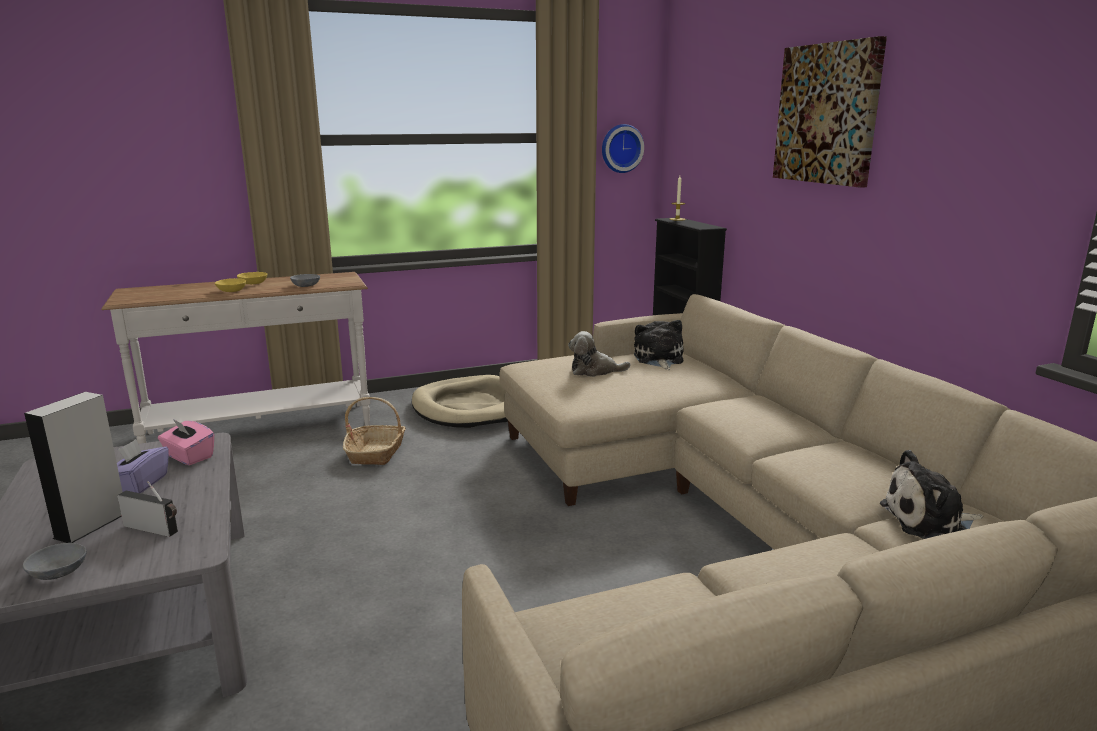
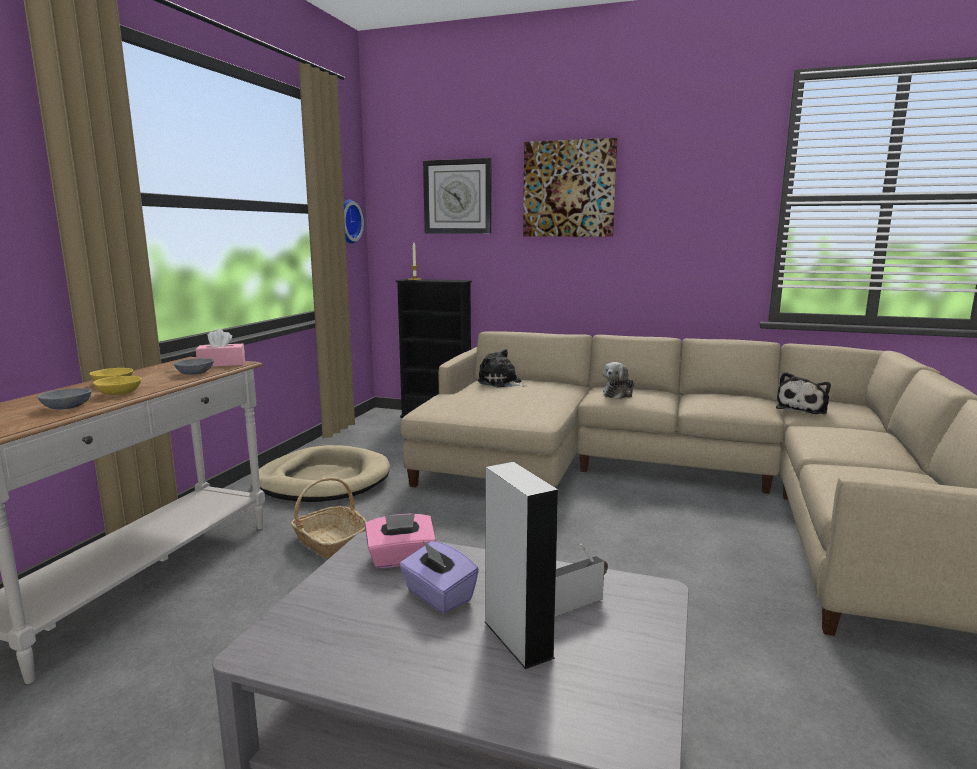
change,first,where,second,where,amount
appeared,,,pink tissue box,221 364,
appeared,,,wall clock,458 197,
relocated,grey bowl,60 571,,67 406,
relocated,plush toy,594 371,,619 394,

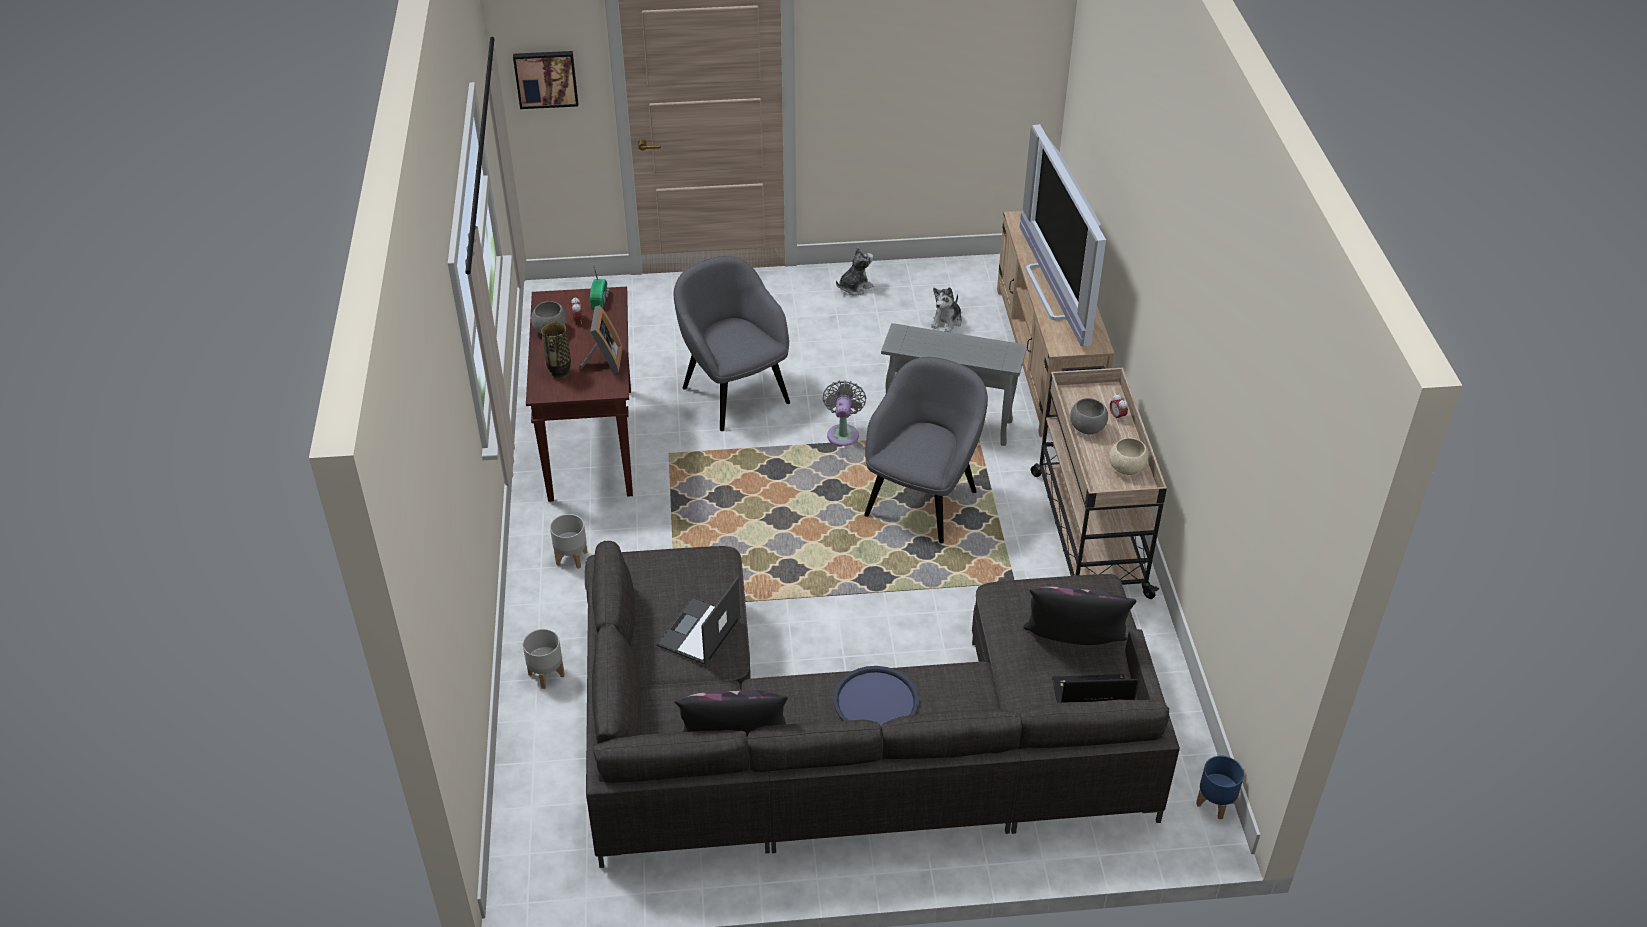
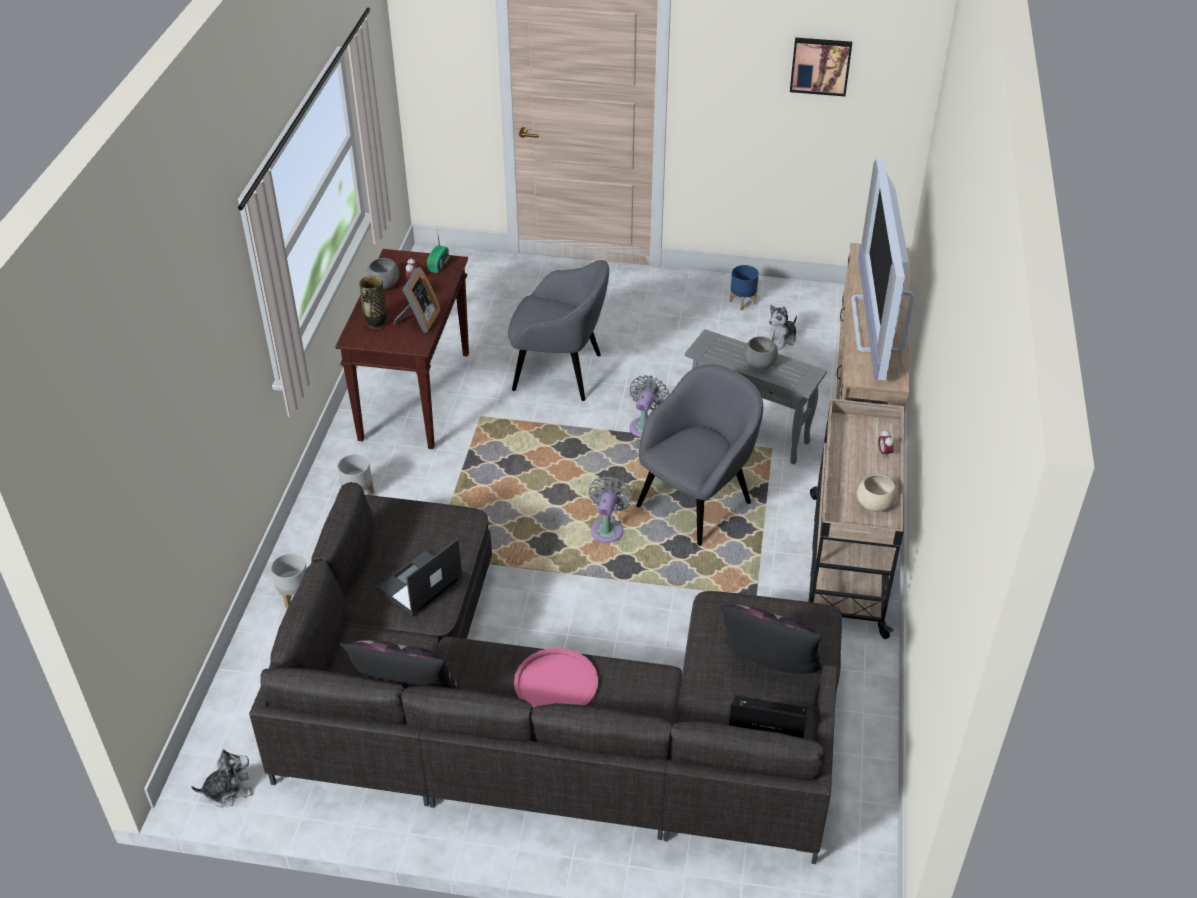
change,first,where,second,where,amount
appeared,,,grey fan,608 528,
relocated,picture,546 78,,820 65,
relocated,plush toy,854 287,,228 790,
relocated,grey bowl,1087 429,,759 364,
relocated,blue planter,1215 803,,742 302,
colour,blue tray,875 701,pink tray,556 683,
spun,grey armchair,734 393,,560 372,120 degrees clockwise

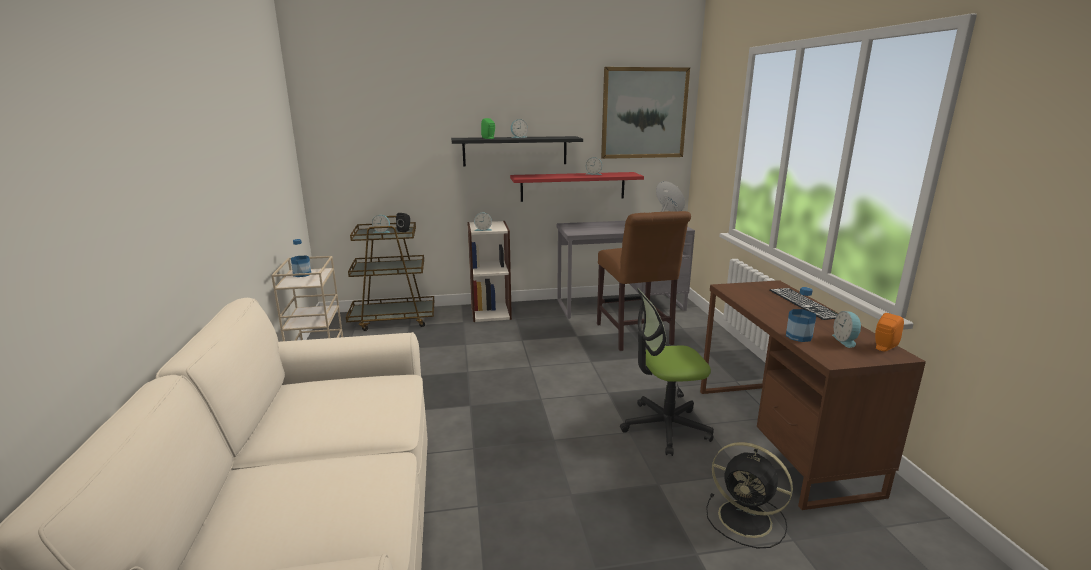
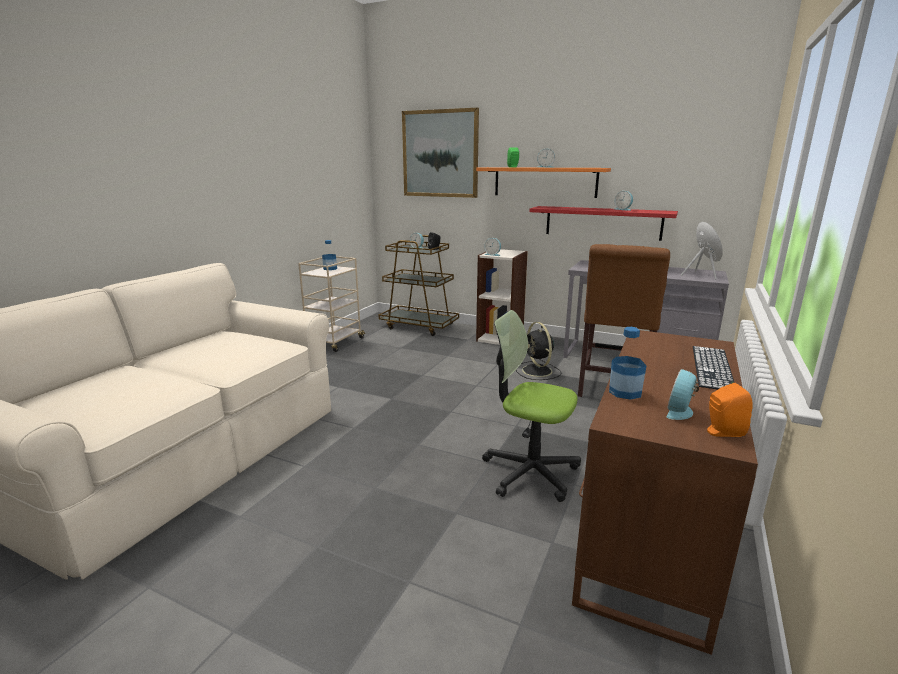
change,first,where,second,where,amount
relocated,picture,644 113,,440 154,
relocated,black fan,747 519,,537 371,
colour,black shelf,515 151,orange shelf,545 182,

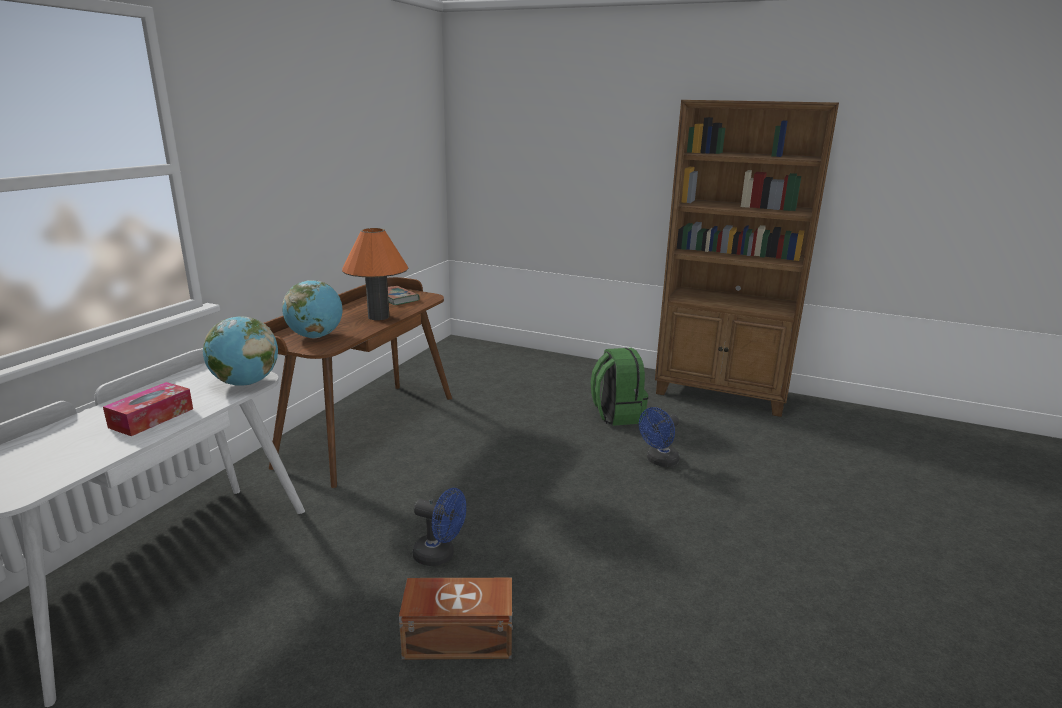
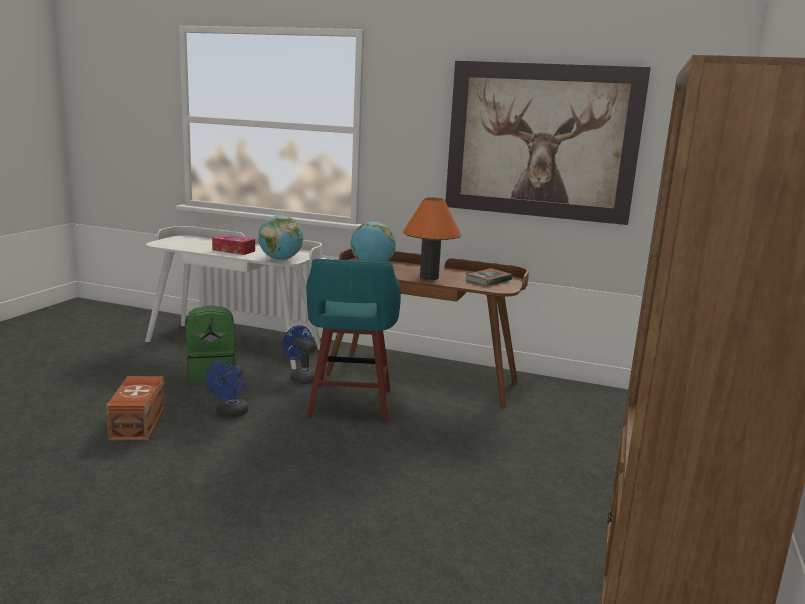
change,first,where,second,where,amount
appeared,,,turquoise stool,350 404,
appeared,,,picture,541 141,
relocated,green backpack,616 415,,212 373,
relocated,blue fan,659 461,,301 377,

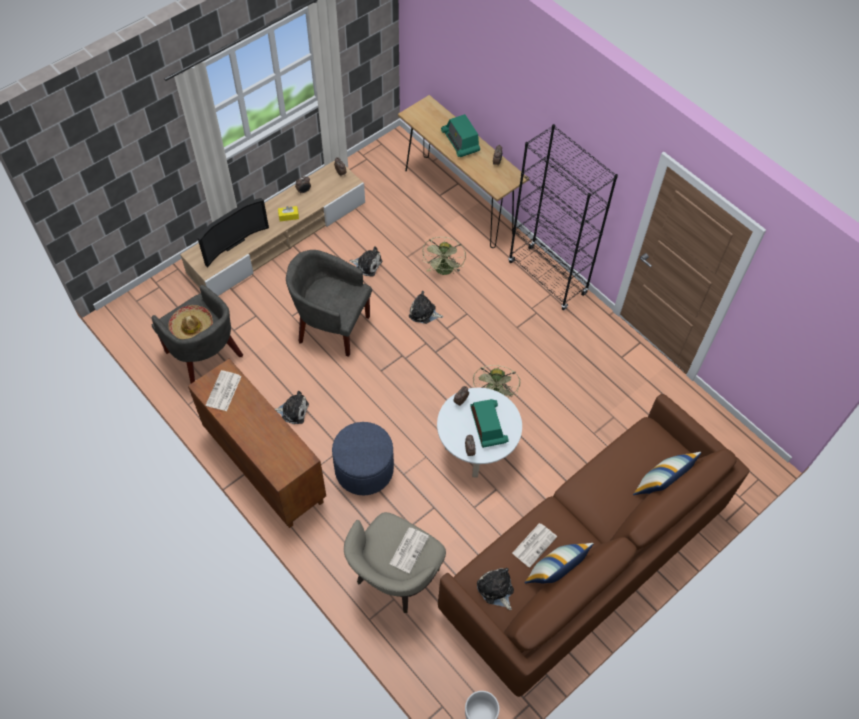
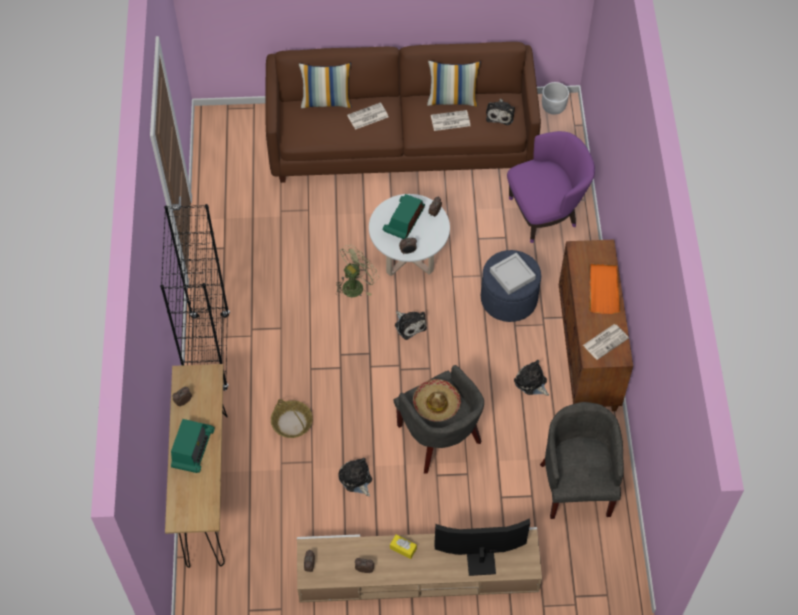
change,first,where,second,where,amount
appeared,,,grey tray,512 275,
appeared,,,orange tray,603 289,
relocated,hat,192 327,,436 404,
relocated,newspaper,409 549,,367 117,
relocated,plush toy,424 313,,409 325,
exchanged,green fan,444 271,basket,292 422,
colour,beige armchair,395 577,purple armchair,545 213,

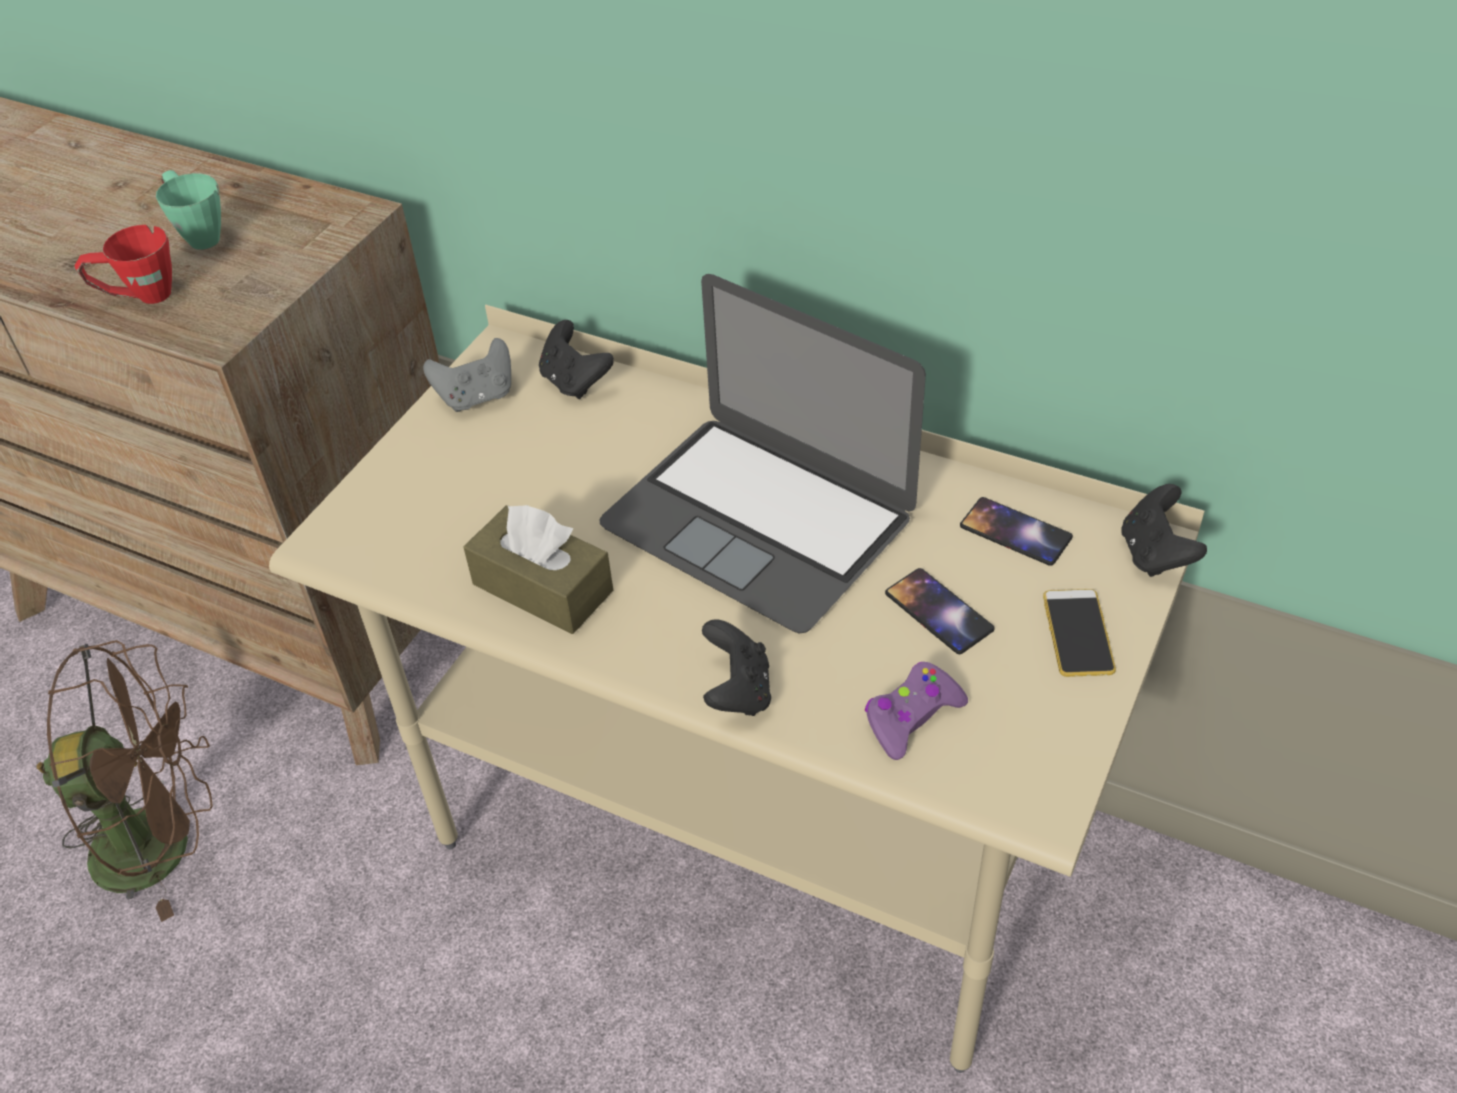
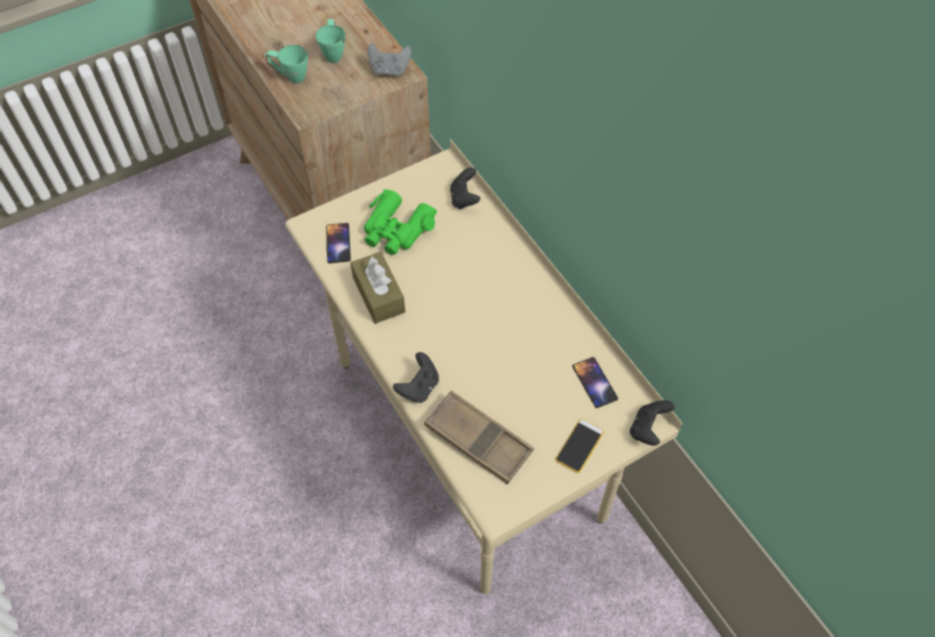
change,first,where,second,where,amount
missing,brown fan,164 843,,,
missing,laptop,757 520,,,
appeared,,,green binoculars,396 230,
relocated,grey game controller,477 397,,389 70,
relocated,phone,938 612,,338 243,
exchanged,purple game controller,911 717,brown tray,478 440,
colour,red mug,140 298,green mug,290 77,

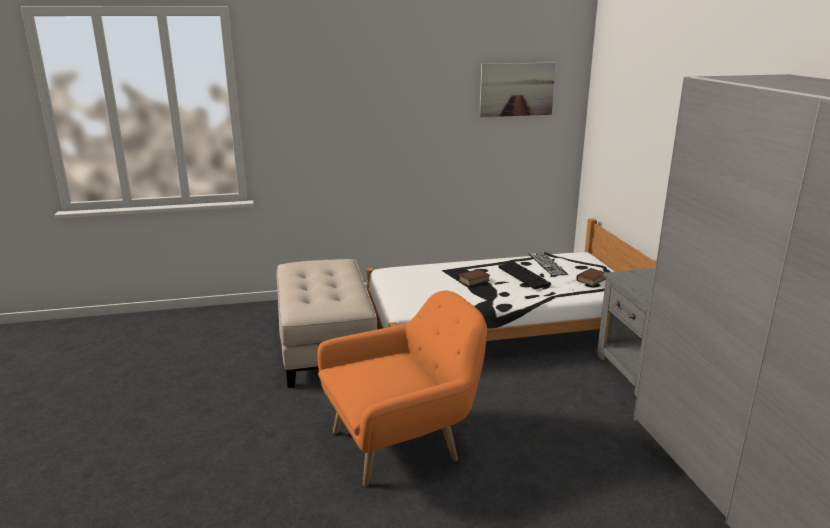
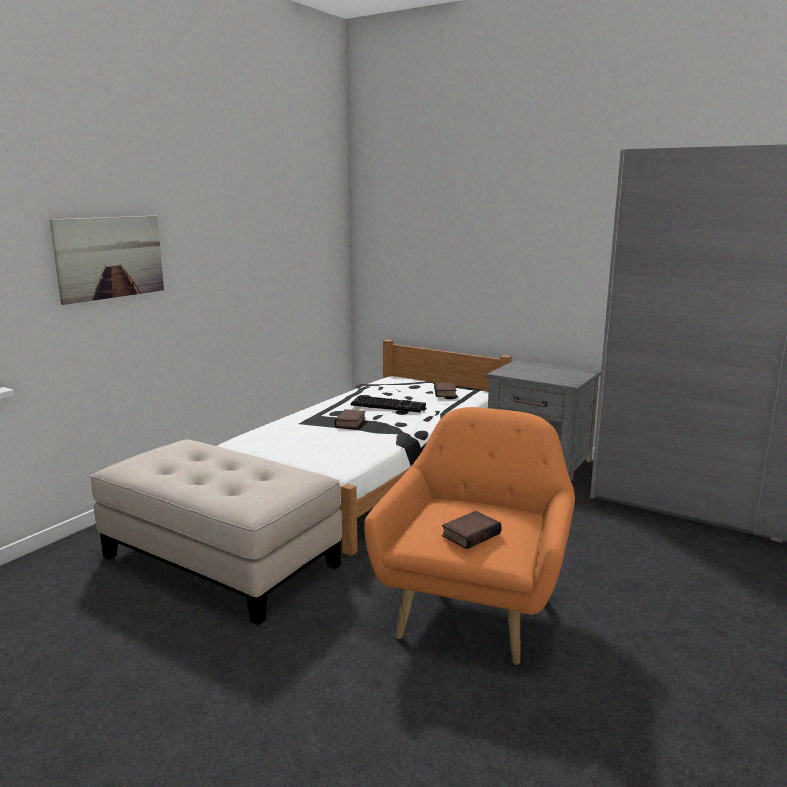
change,first,where,second,where,amount
missing,keyboard,547 264,,,
appeared,,,book,470 534,
relocated,picture,516 89,,110 257,

